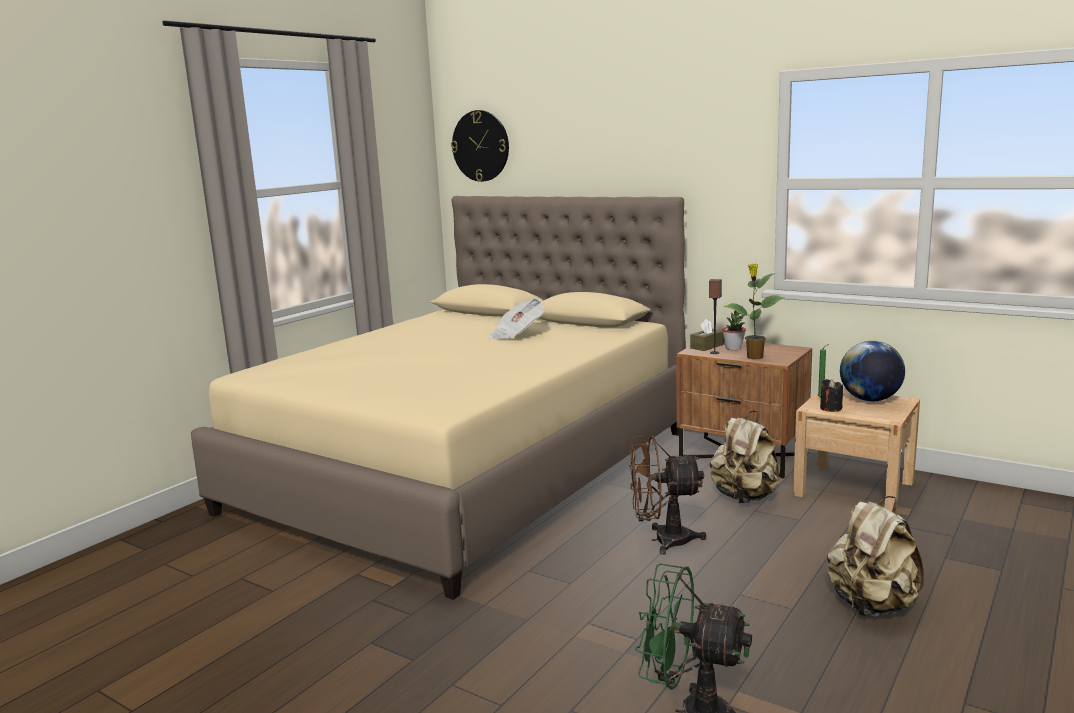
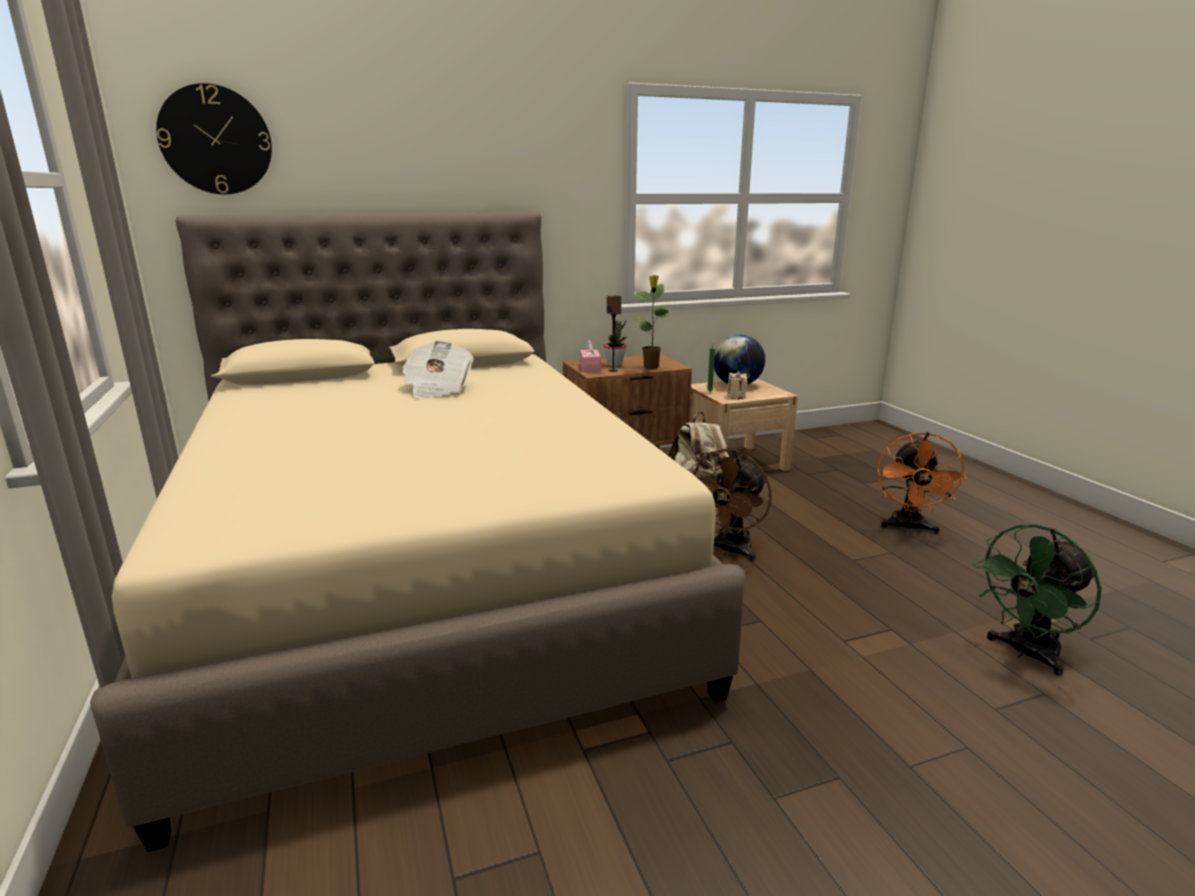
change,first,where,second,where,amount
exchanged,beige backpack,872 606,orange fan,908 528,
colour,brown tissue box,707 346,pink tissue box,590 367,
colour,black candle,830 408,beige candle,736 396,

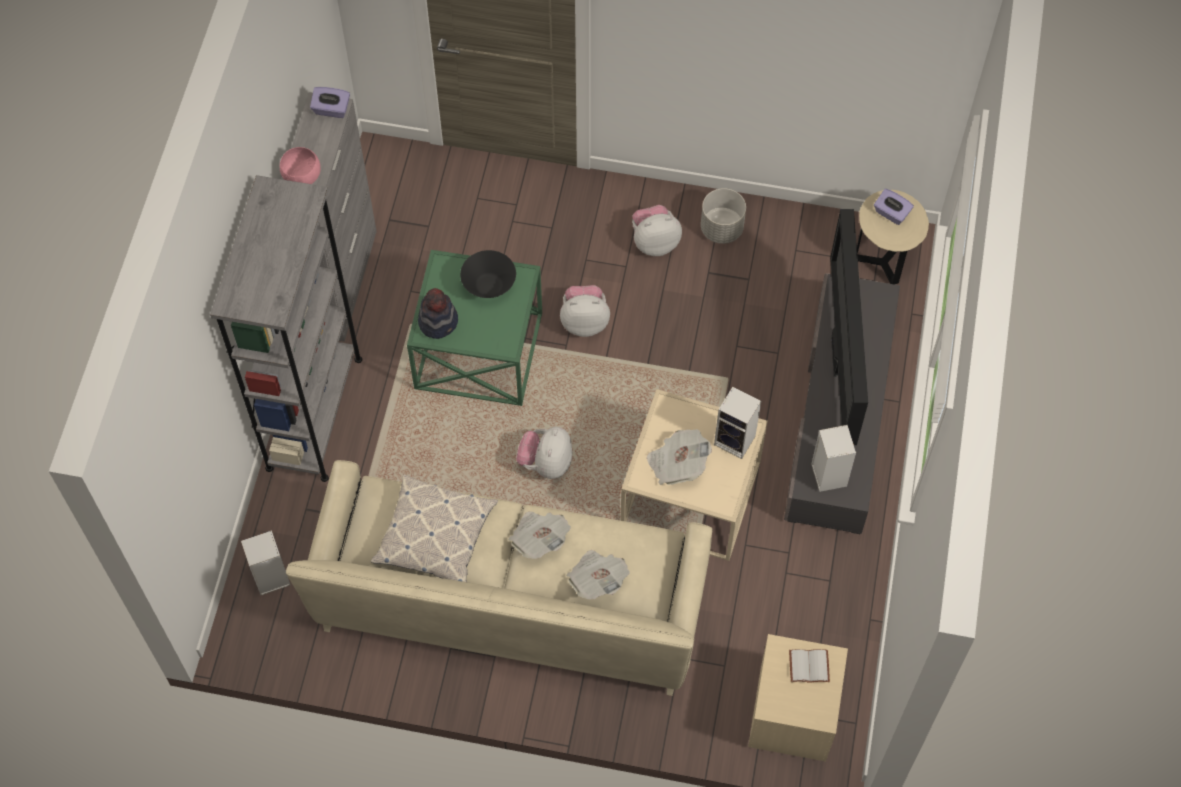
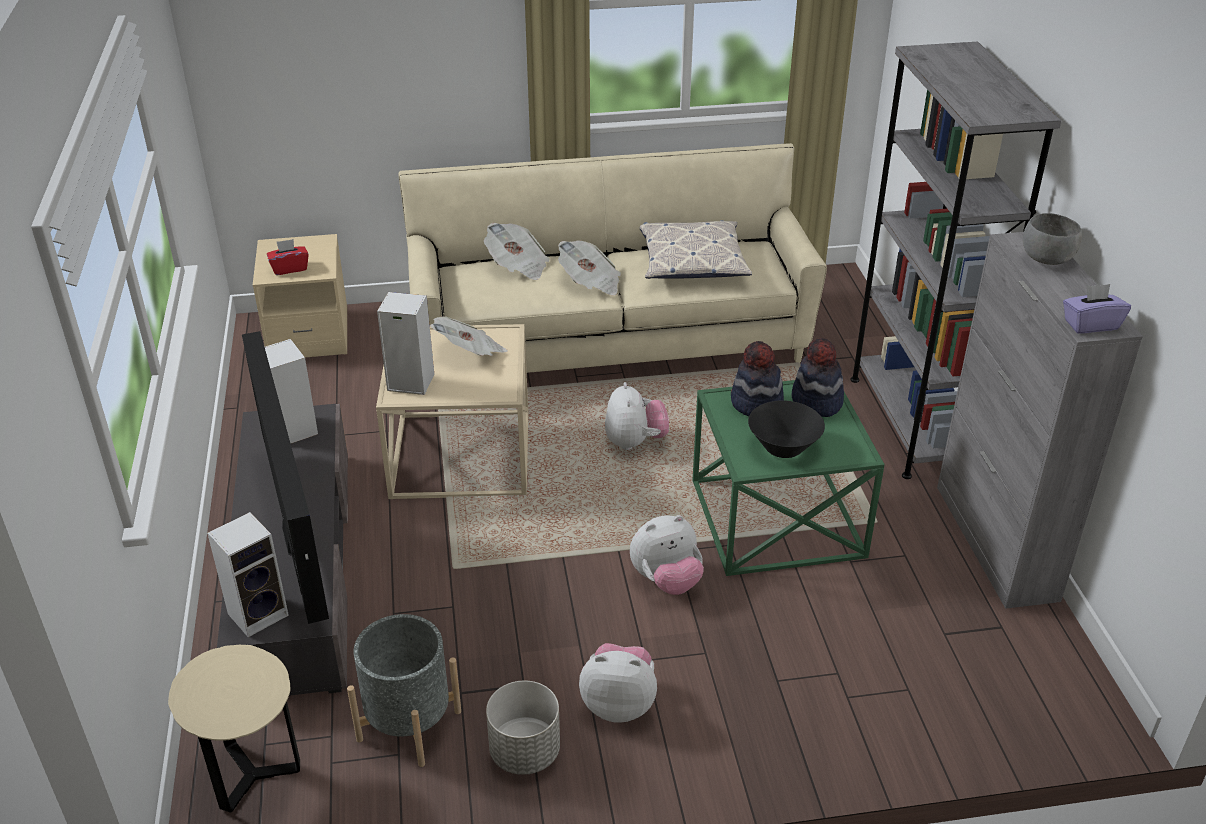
change,first,where,second,where,amount
missing,purple tissue box,891 213,,,
appeared,,,grey planter,409 725,
appeared,,,hat,756 404,
relocated,speaker,270 579,,259 613,
exchanged,white book,809 665,red tissue box,289 268,
colour,pink bowl,302 178,grey bowl,1045 259,
spun,plush toy,654 242,,619 703,135 degrees counterclockwise

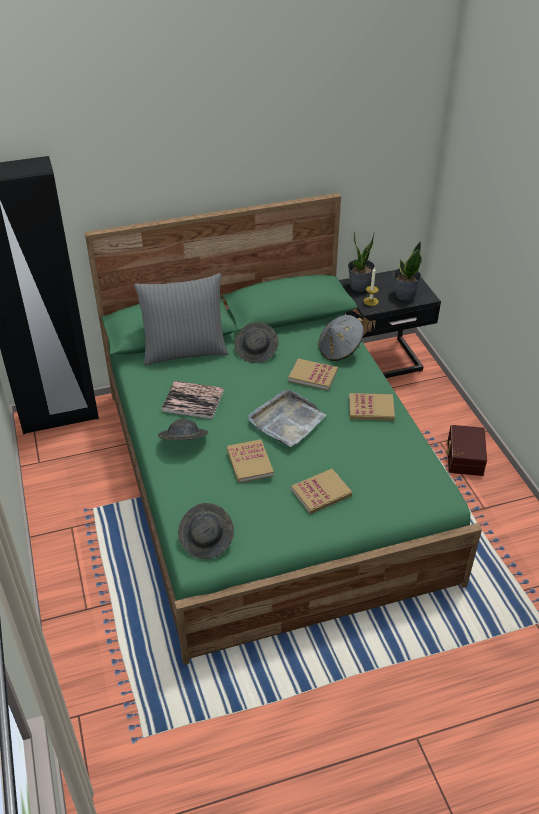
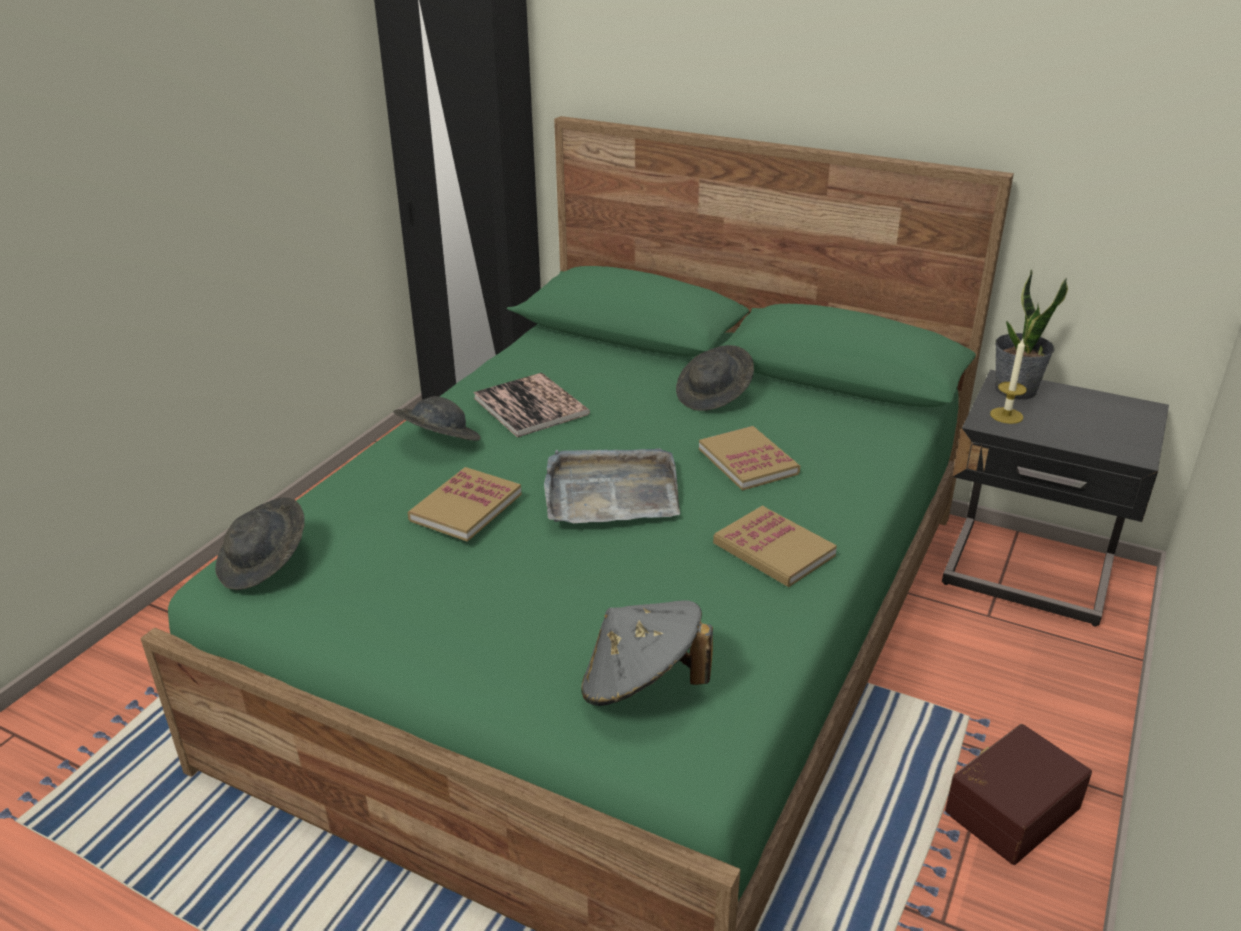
change,first,where,second,where,amount
missing,grey pillow,184 351,,,
missing,book,321 493,,,
missing,potted plant,404 295,,,
relocated,grey hat,340 350,,642 686,

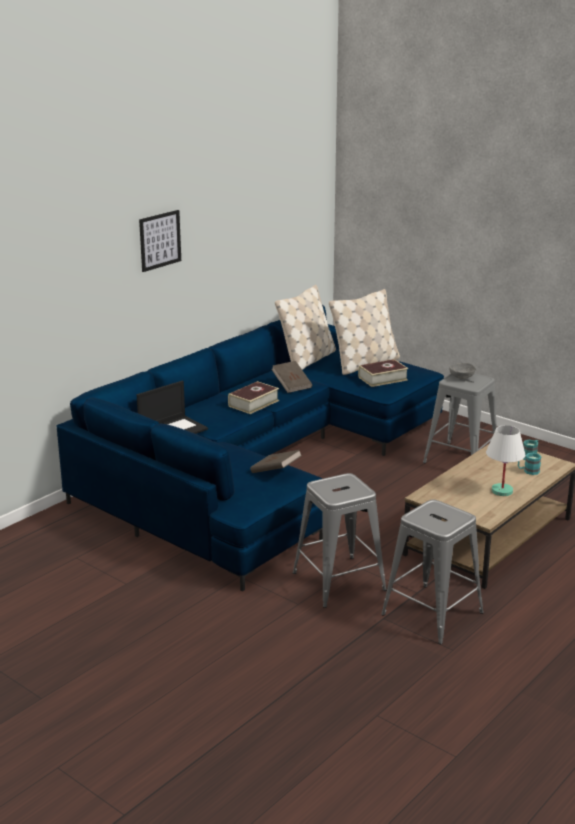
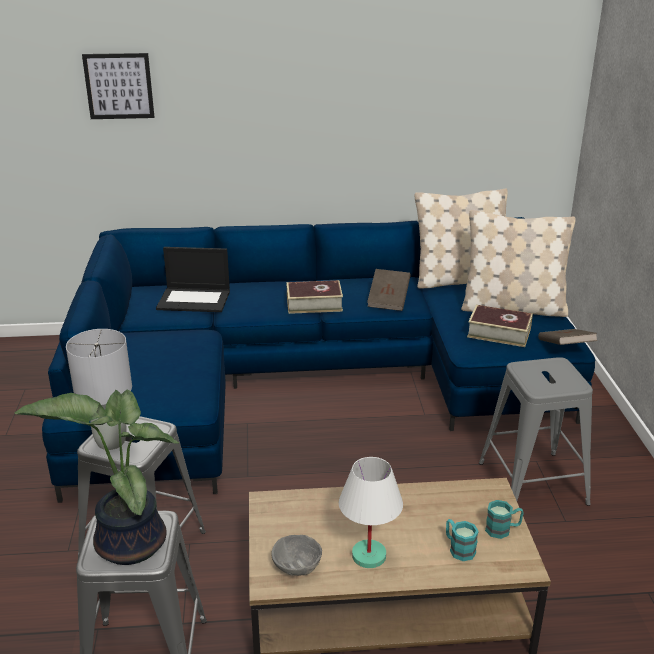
change,first,where,second,where,amount
appeared,,,potted plant,127 542,
appeared,,,grey table lamp,110 441,
relocated,picture,160 240,,119 86,
relocated,brown book,275 472,,565 348,
relocated,grey bowl,461 377,,297 566,

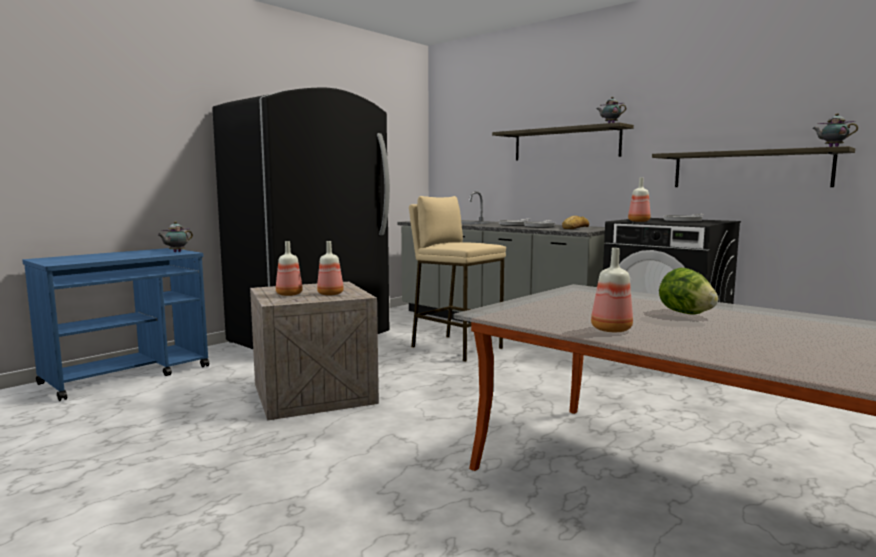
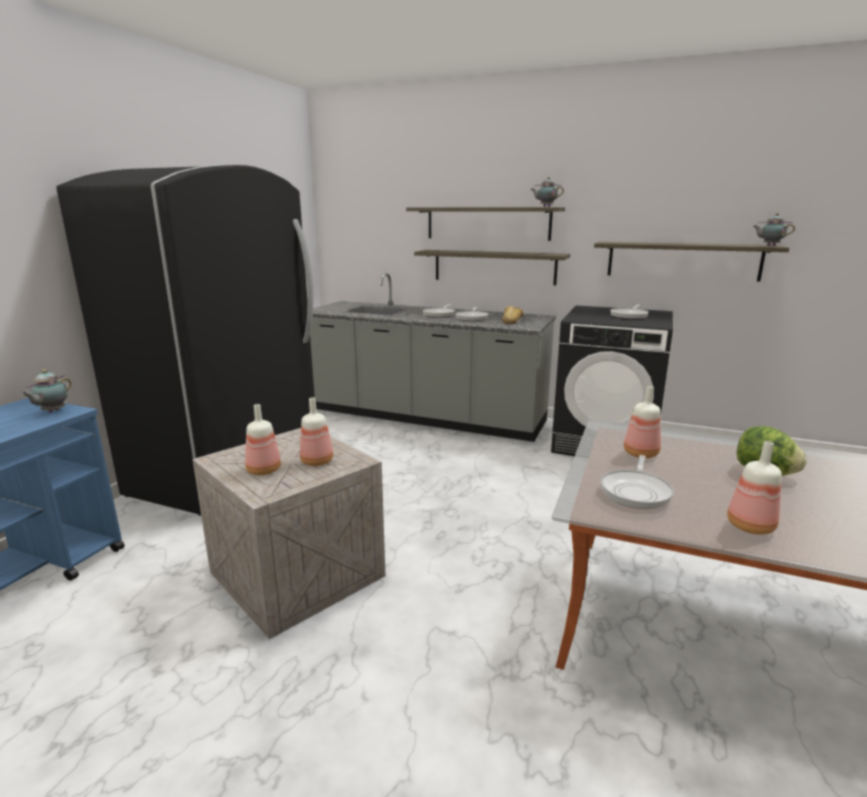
change,first,where,second,where,amount
missing,beige stool,456 347,,,
appeared,,,shelf,494 267,
appeared,,,frying pan,636 491,
relocated,bottle,638 221,,639 453,

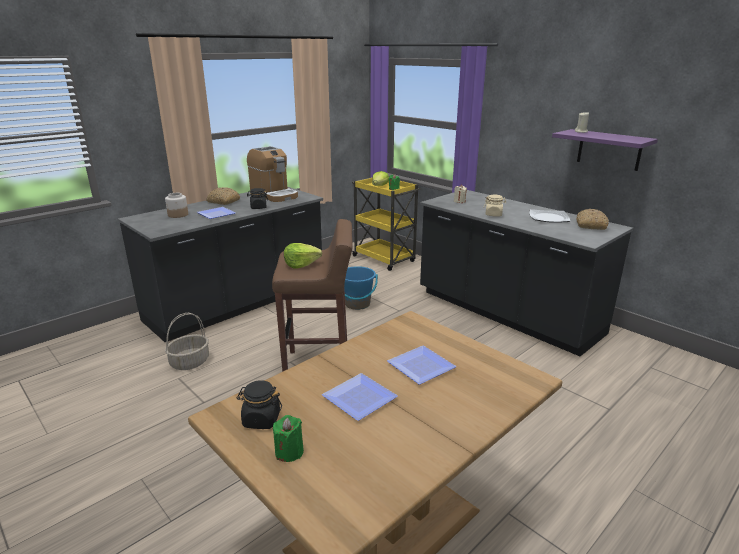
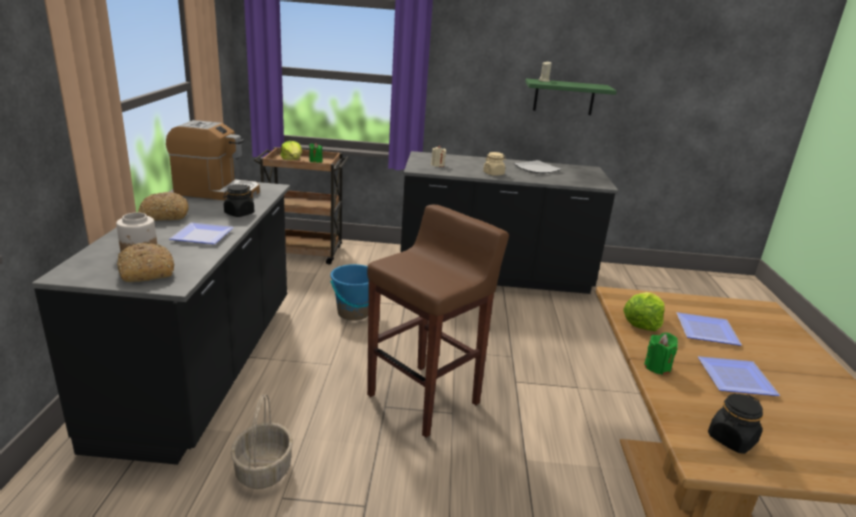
change,first,where,second,where,amount
relocated,green candle,289 452,,657 367,
relocated,lettuce,301 264,,642 323,
relocated,bread,590 225,,145 271,
colour,yellow cart,384 259,brown cart,304 252,
colour,purple shelf,609 150,green shelf,564 97,

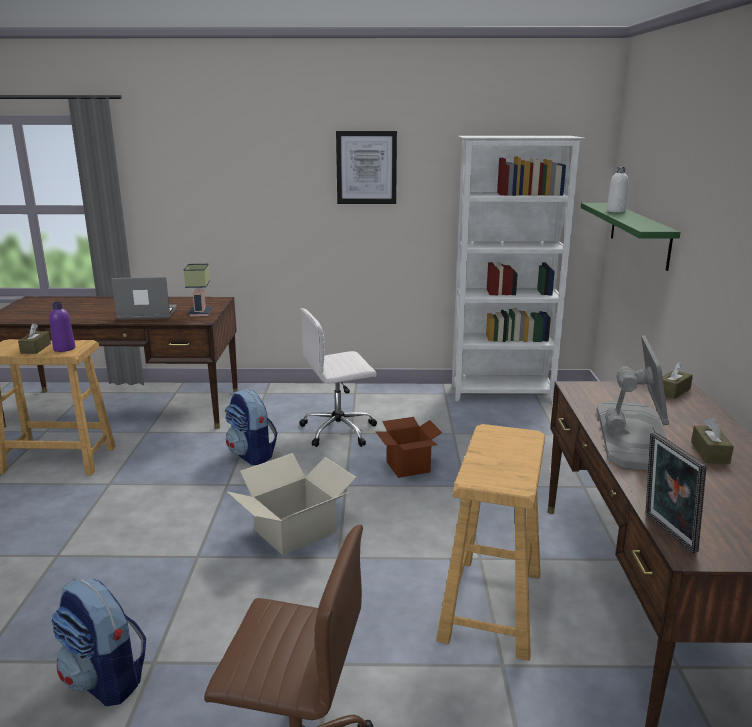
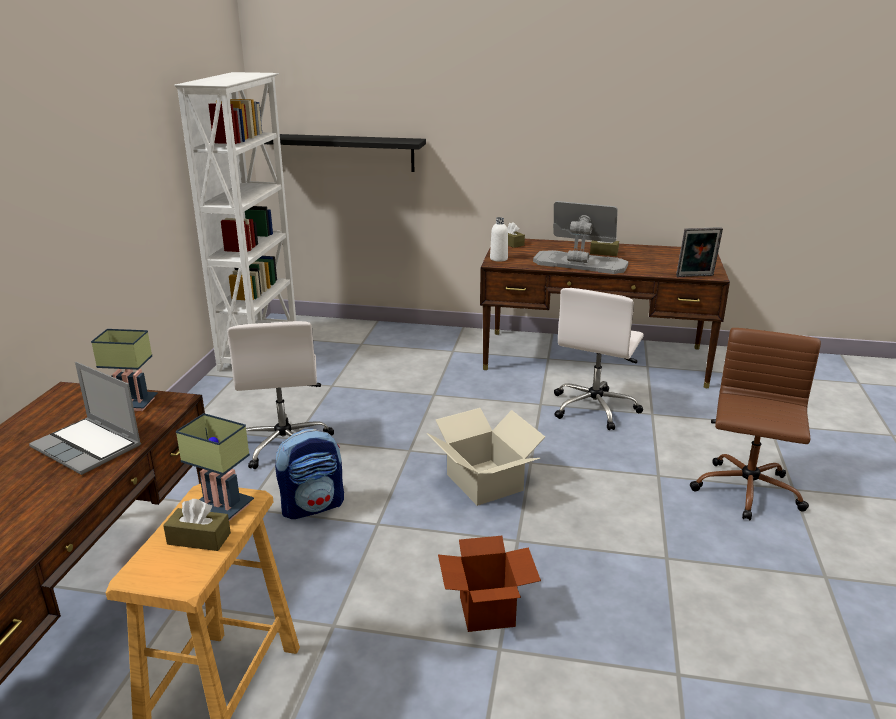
change,first,where,second,where,amount
missing,backpack,105 680,,,
missing,picture,366 167,,,
relocated,cardboard box,408 467,,486 611,
relocated,white bottle,616 211,,498 259,
exchanged,purple bottle,64 348,table lamp,226 507,
exchanged,beige stool,491 605,white office chair,594 408,
colour,green shelf,639 234,black shelf,344 152,
spun,laptop,146 314,,89 447,60 degrees counterclockwise

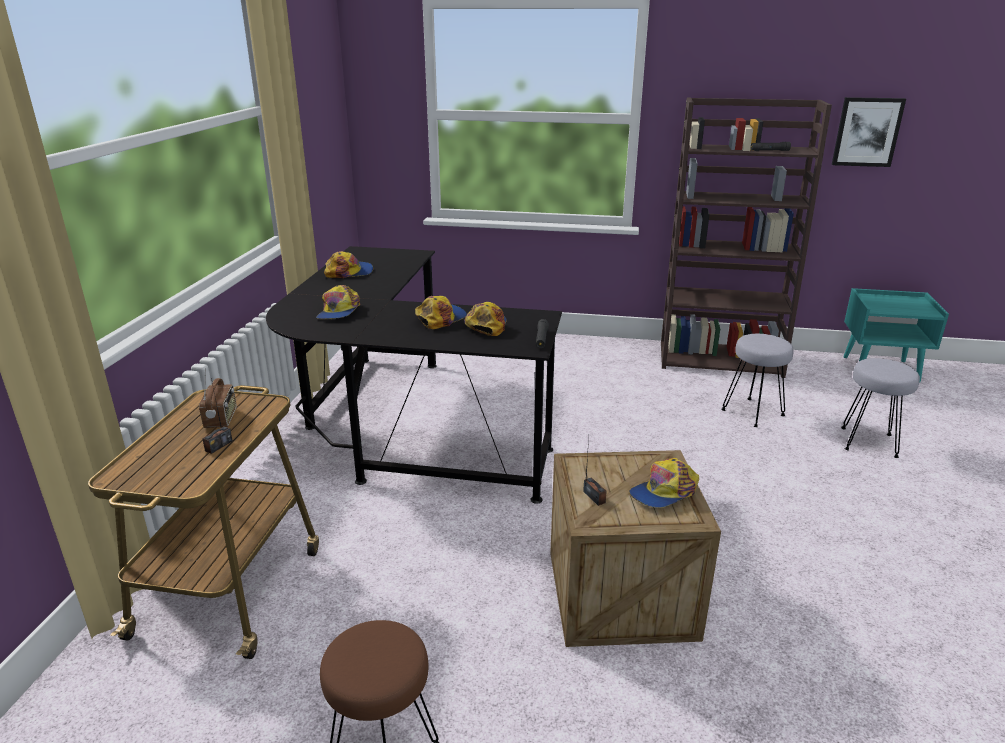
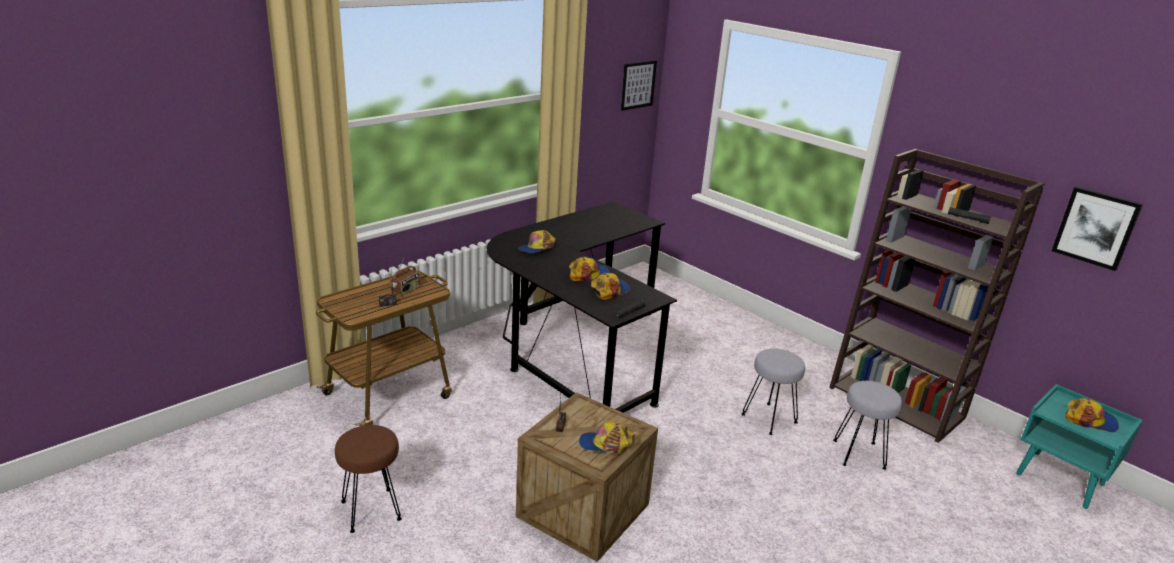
change,first,where,second,where,amount
appeared,,,picture,638 85,
relocated,cap,349 272,,1090 420,
relocated,grey stool,868 442,,768 419,

